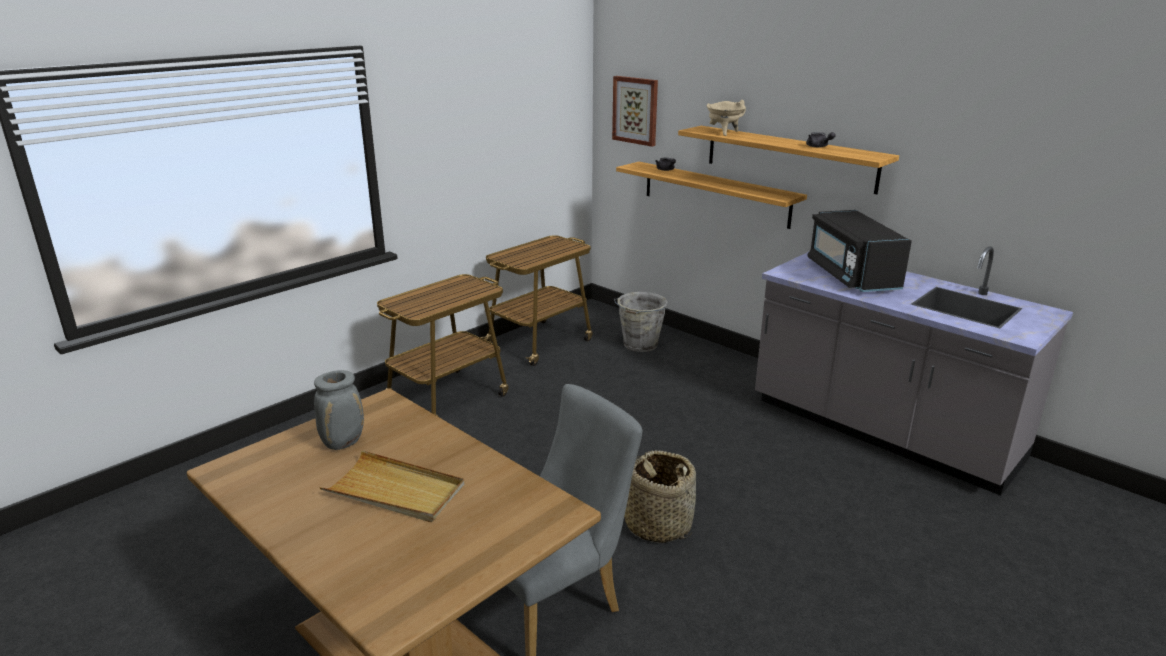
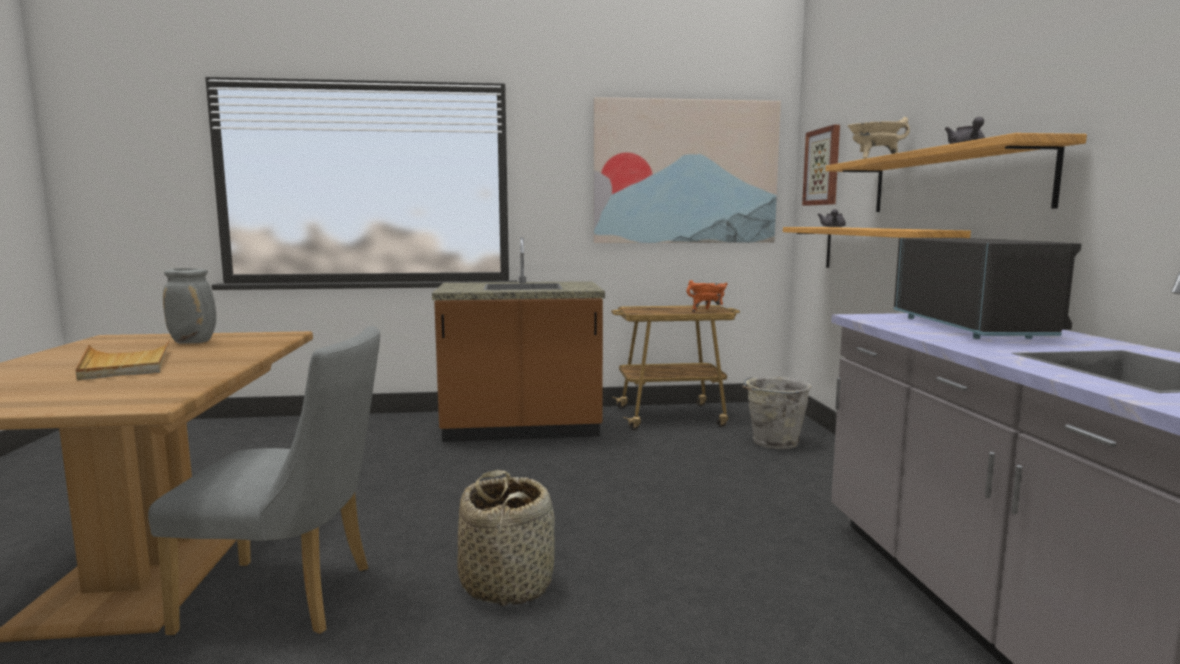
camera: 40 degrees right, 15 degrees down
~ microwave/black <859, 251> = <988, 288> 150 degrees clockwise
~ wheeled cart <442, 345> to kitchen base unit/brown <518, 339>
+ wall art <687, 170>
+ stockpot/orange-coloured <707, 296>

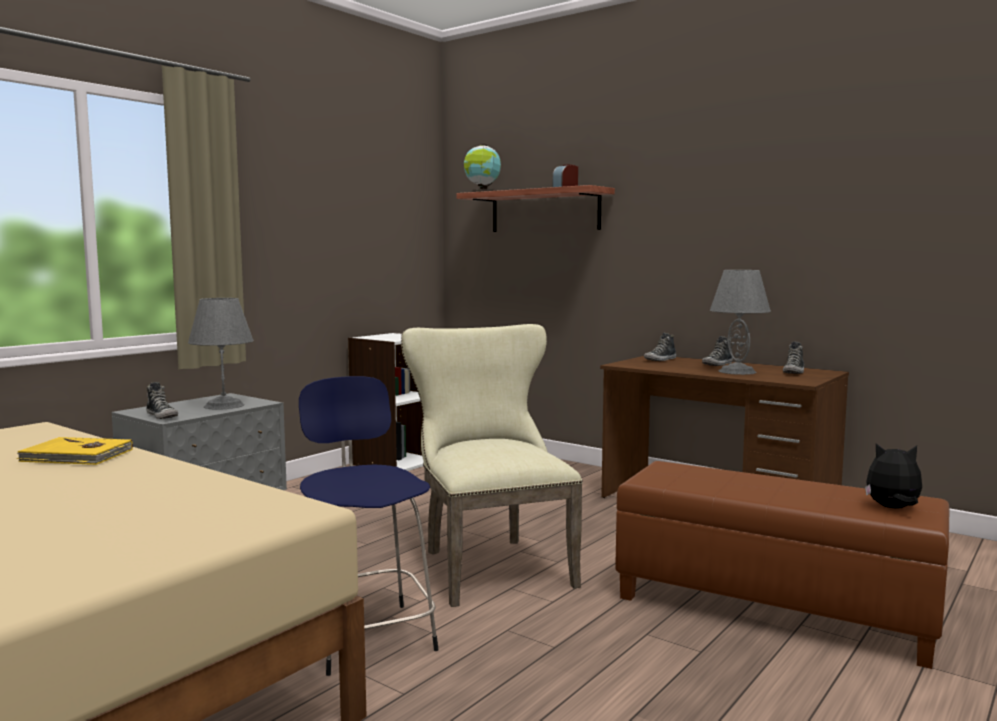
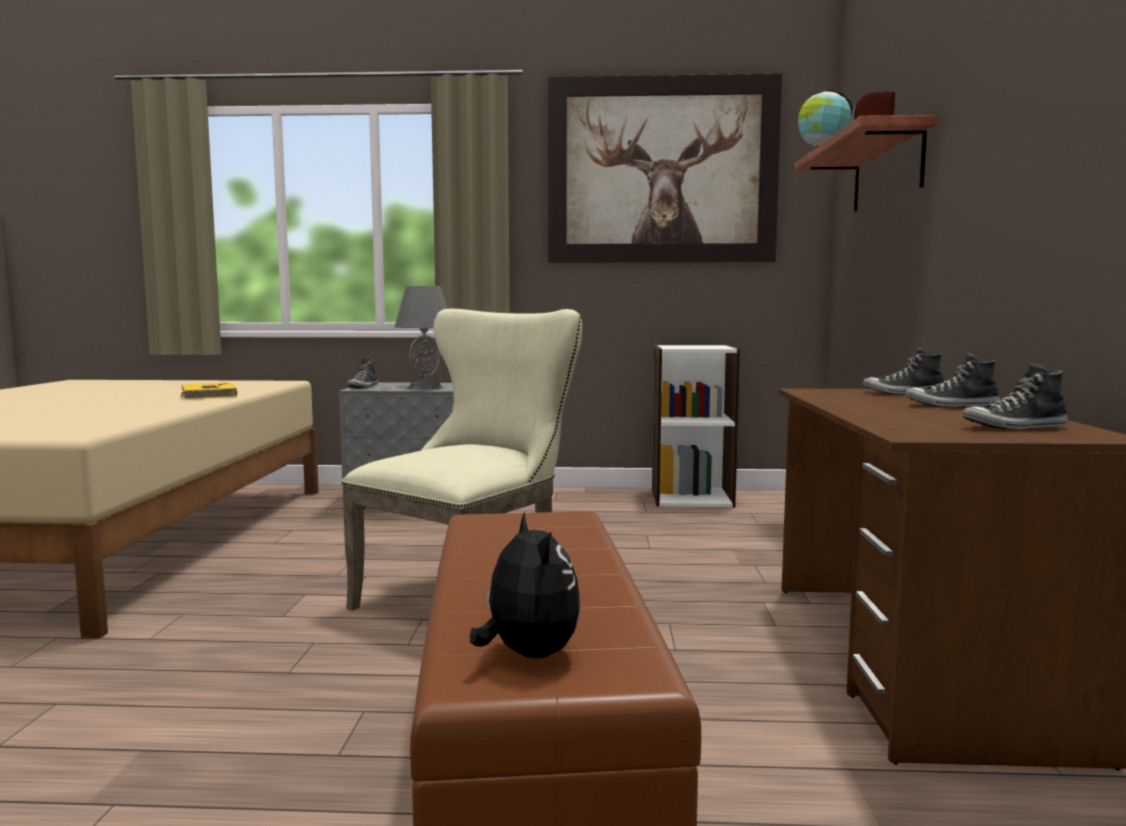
camera: 55 degrees right, 0 degrees up
- table lamp/greyish <740, 322>
- sitting stool/bluish <368, 526>
+ wall art <665, 168>

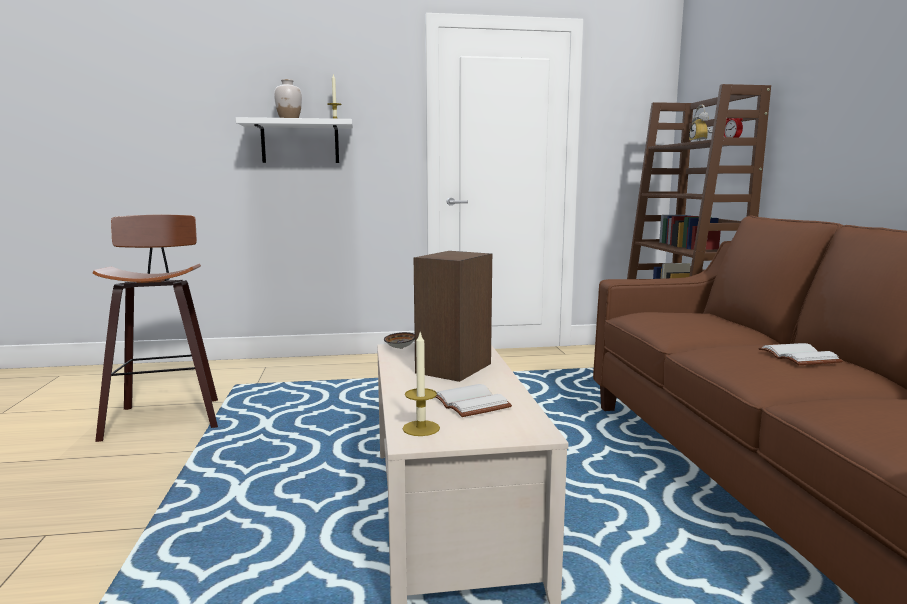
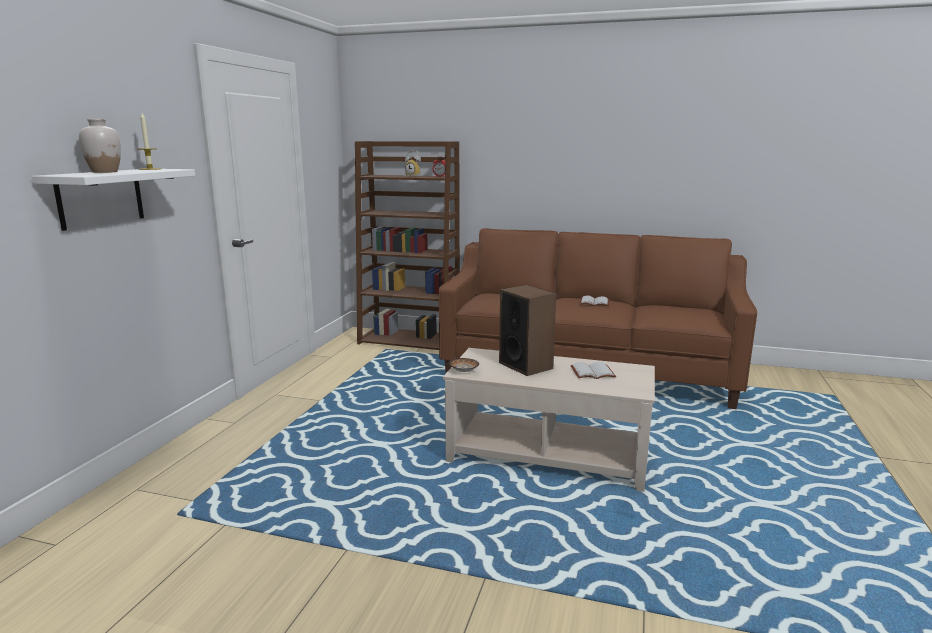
camera: 65 degrees left, 5 degrees up
- sitting stool <155, 328>
- wax candle <421, 384>

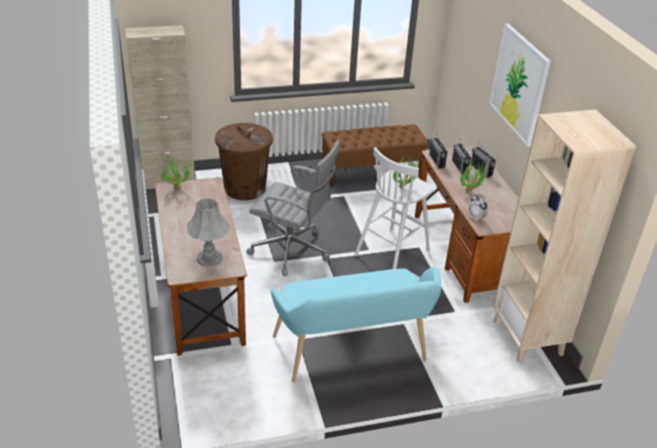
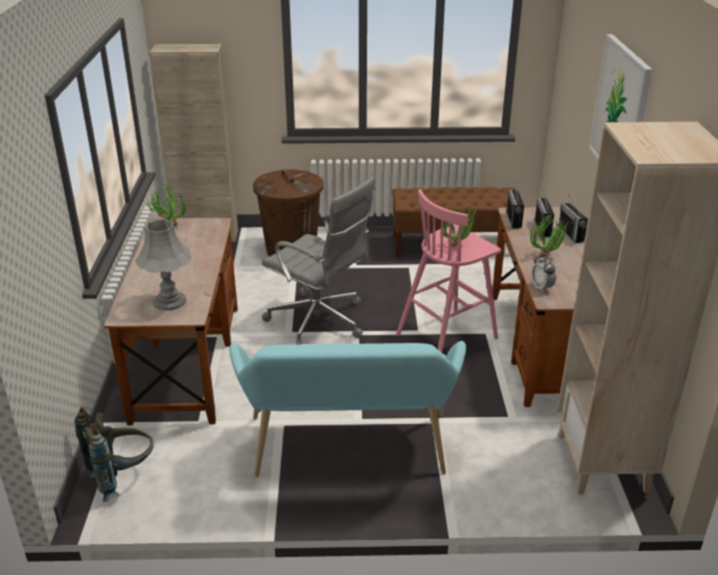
camera: 15 degrees right, 5 degrees down
~ sitting stool/whitish <395, 208> to sitting stool/pink-coloured <448, 271>
+ backpack/greyish <114, 454>

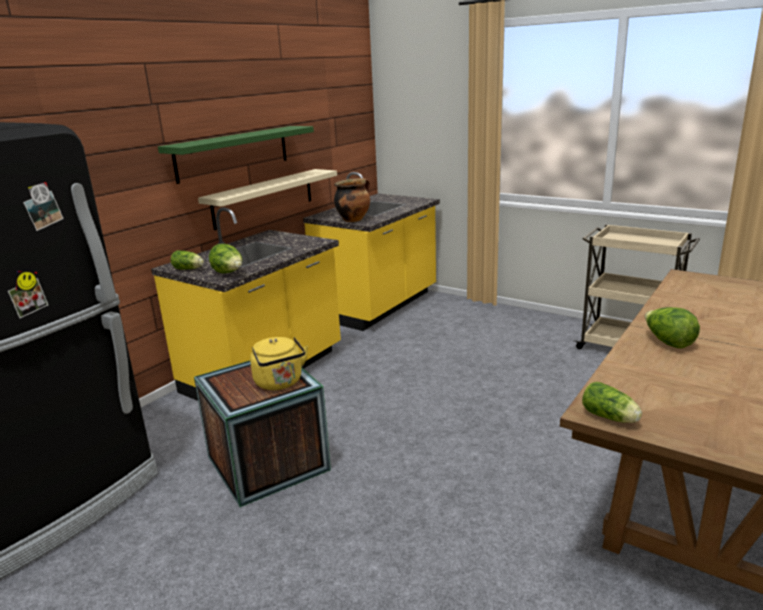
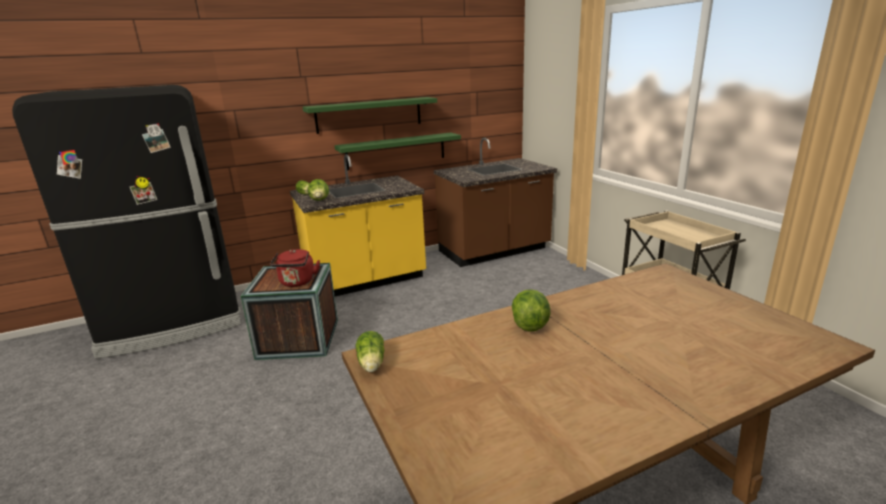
camera: 30 degrees right, 0 degrees up
~ shelf/beige <267, 199> to shelf/greenish <398, 151>
~ kitchen base unit/yellow <371, 251> to kitchen base unit/brown <495, 202>
- stockpot <352, 200>
~ tea kettle/yellow <279, 363> to tea kettle/reddish <295, 268>

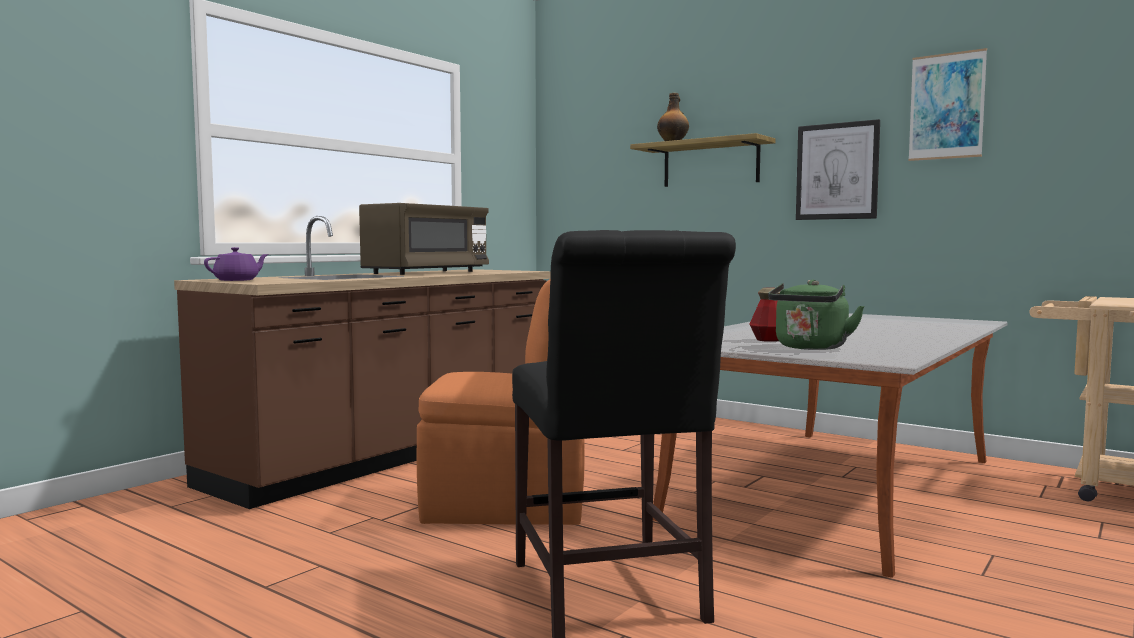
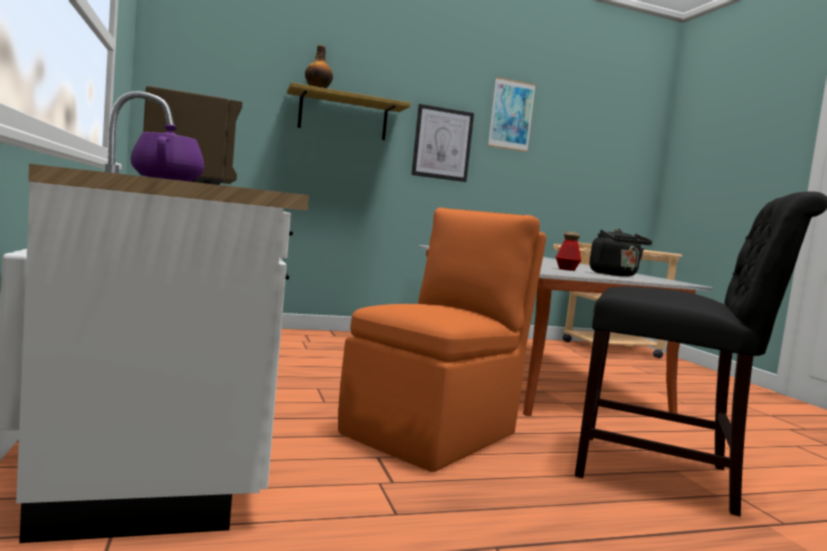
camera: 55 degrees left, 0 degrees up
~ kitchen base unit/brown <362, 362> to kitchen base unit/whitish <162, 317>
~ tea kettle/greenish <816, 315> to tea kettle/black <621, 253>

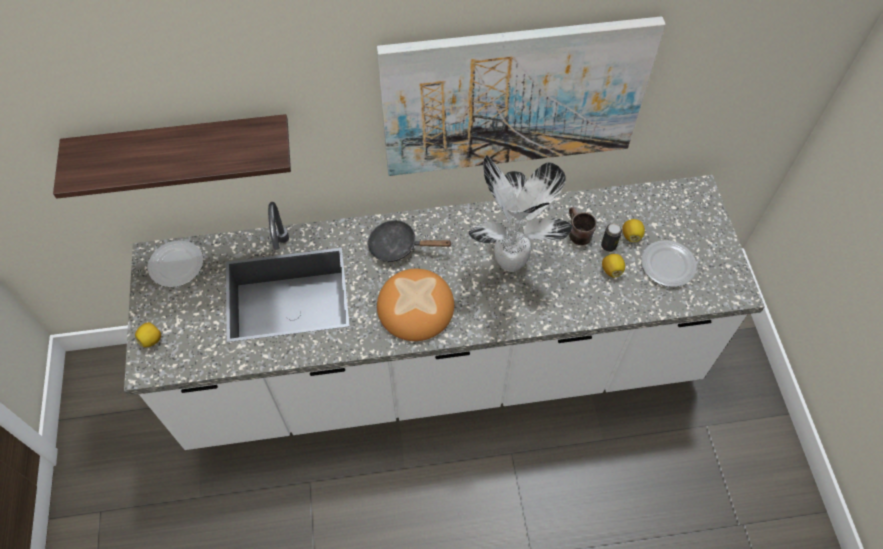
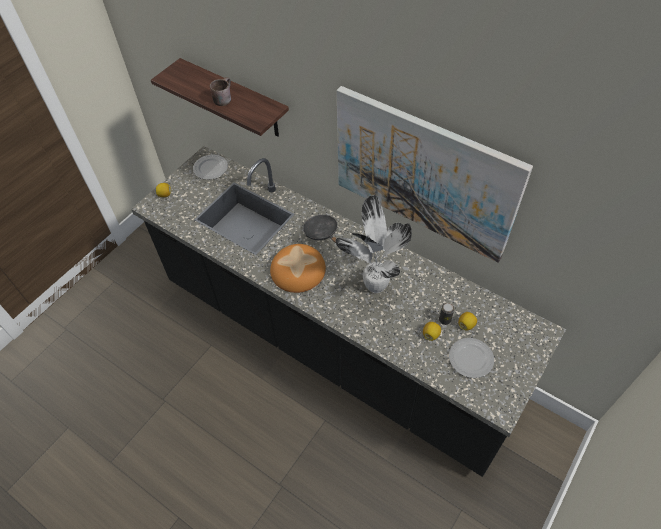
camera: 45 degrees right, 5 degrees down
~ kitchen base unit/whitish <444, 312> to kitchen base unit/black <348, 311>
~ mug/brown <583, 226> to <220, 91>

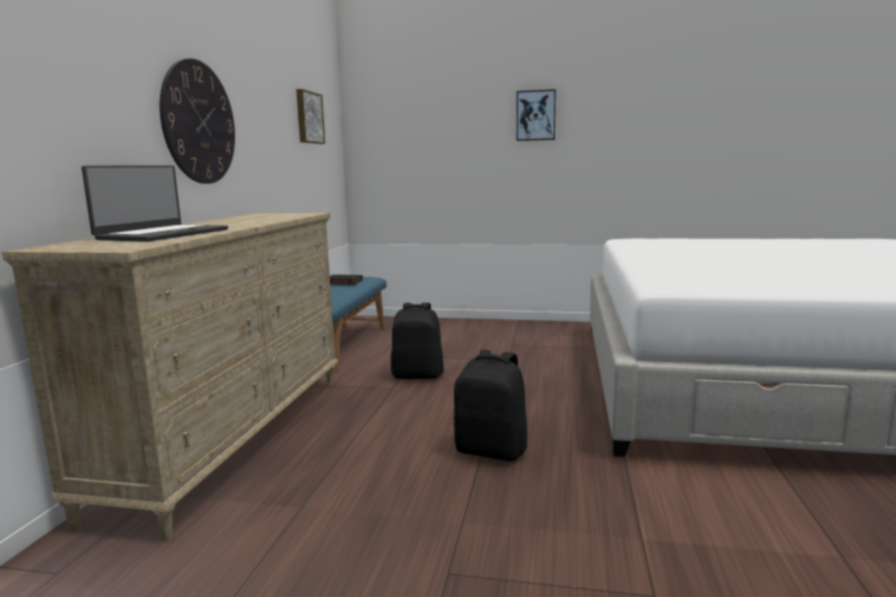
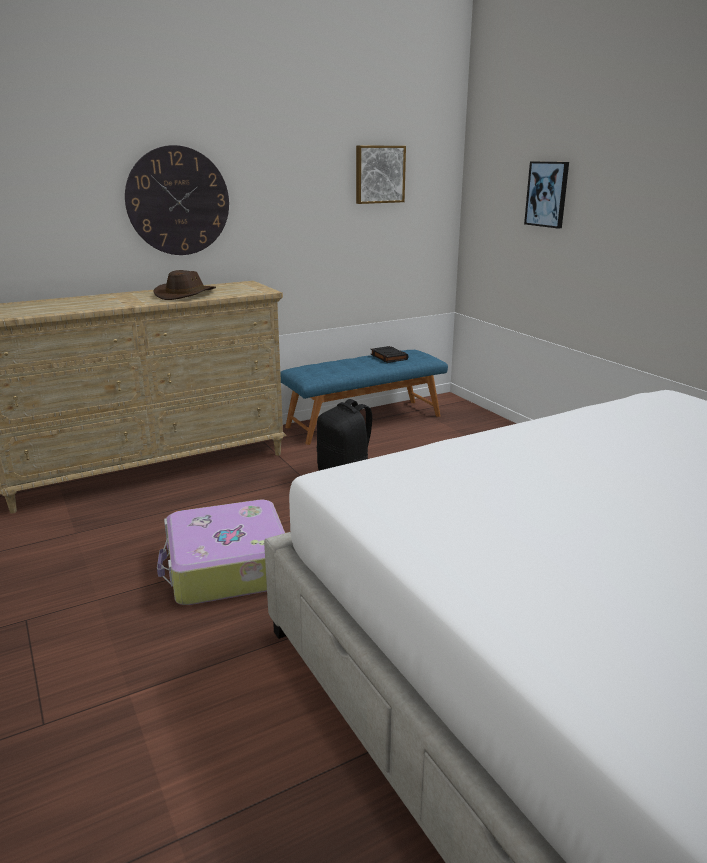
camera: 50 degrees right, 10 degrees up
~ wall art <536, 115> to <546, 195>
- notebook computer <155, 203>
~ backpack/black <490, 405> to piece of luggage <221, 552>
+ hat/brown <184, 285>

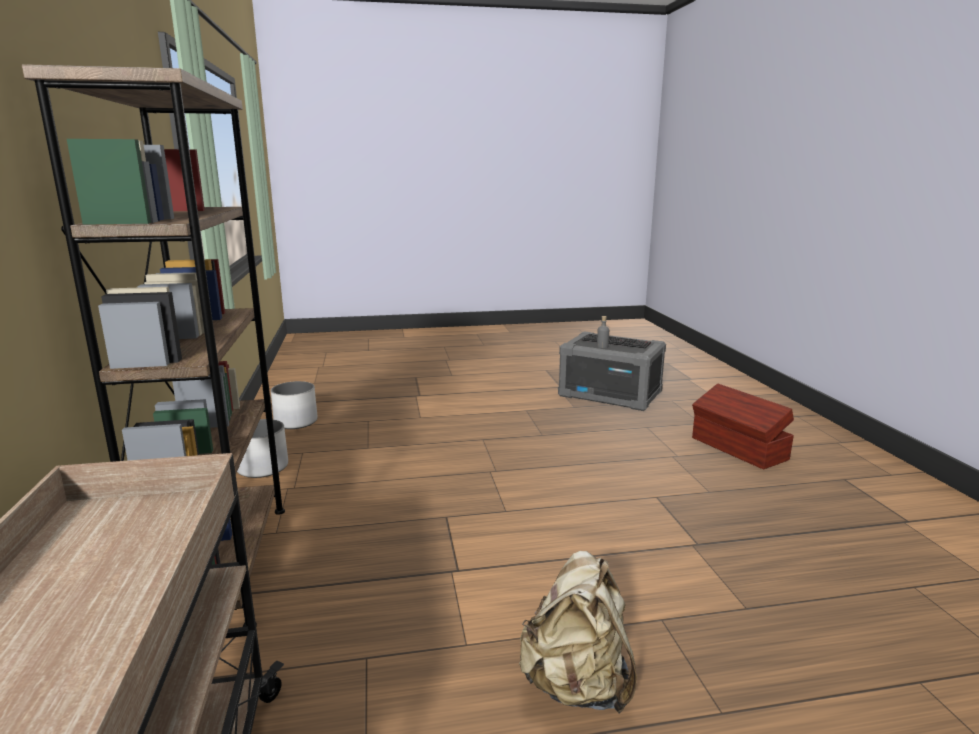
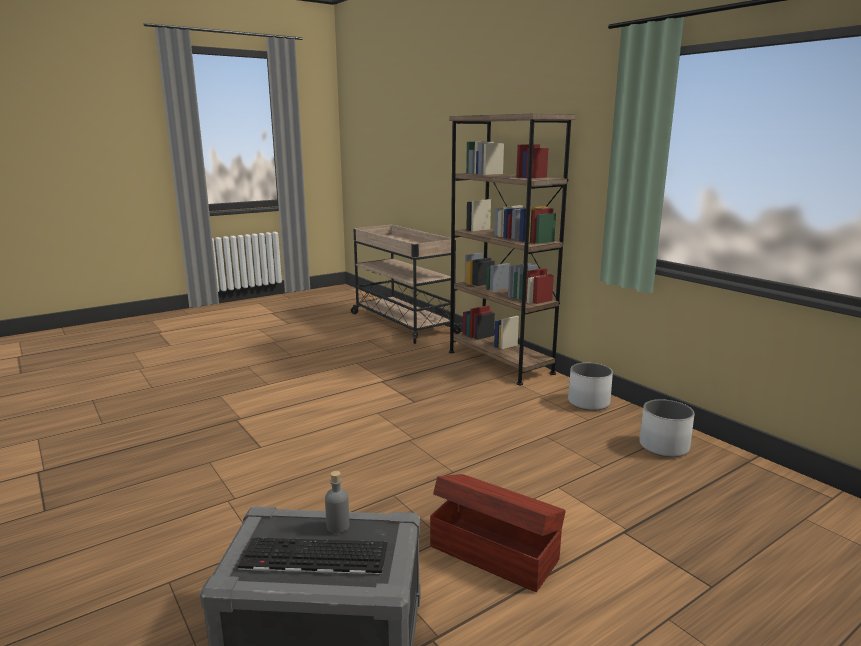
camera: 155 degrees right, 0 degrees up
~ storage box/brown <743, 426> to <498, 533>
- backpack/beige <578, 632>

